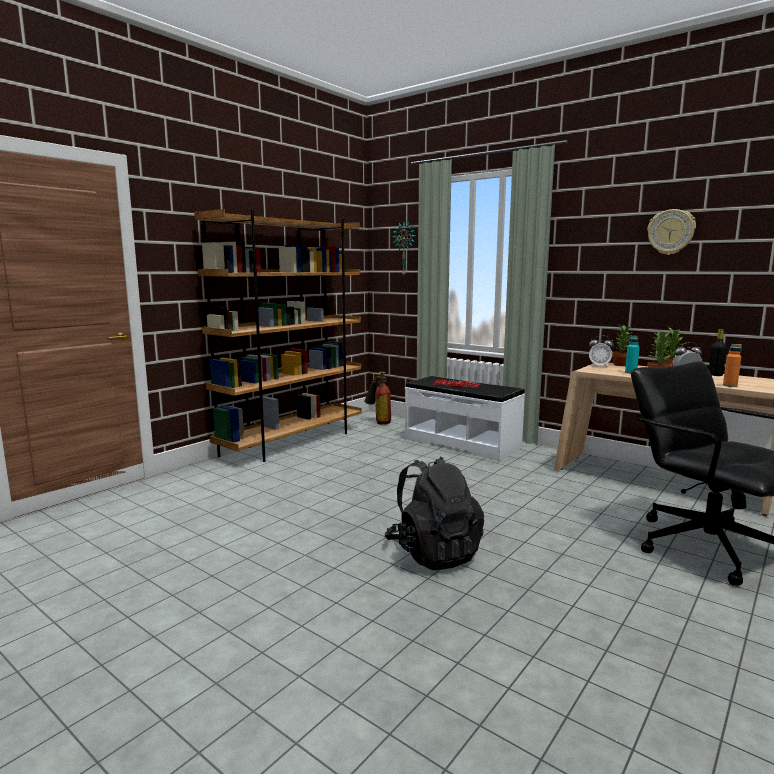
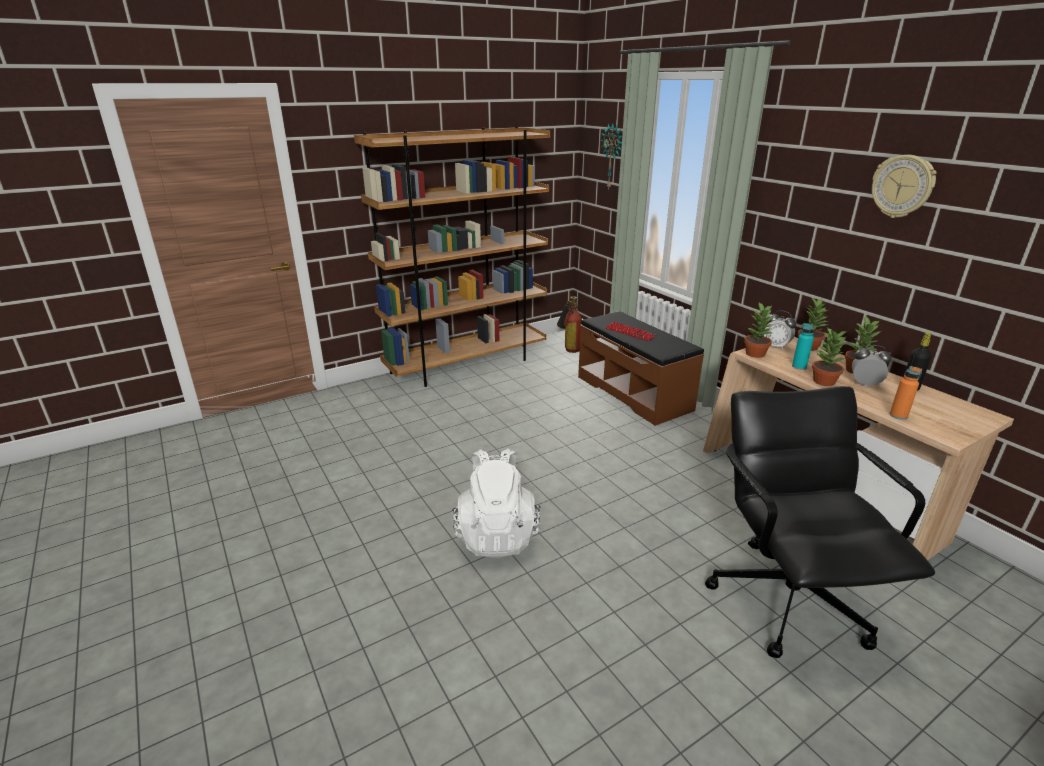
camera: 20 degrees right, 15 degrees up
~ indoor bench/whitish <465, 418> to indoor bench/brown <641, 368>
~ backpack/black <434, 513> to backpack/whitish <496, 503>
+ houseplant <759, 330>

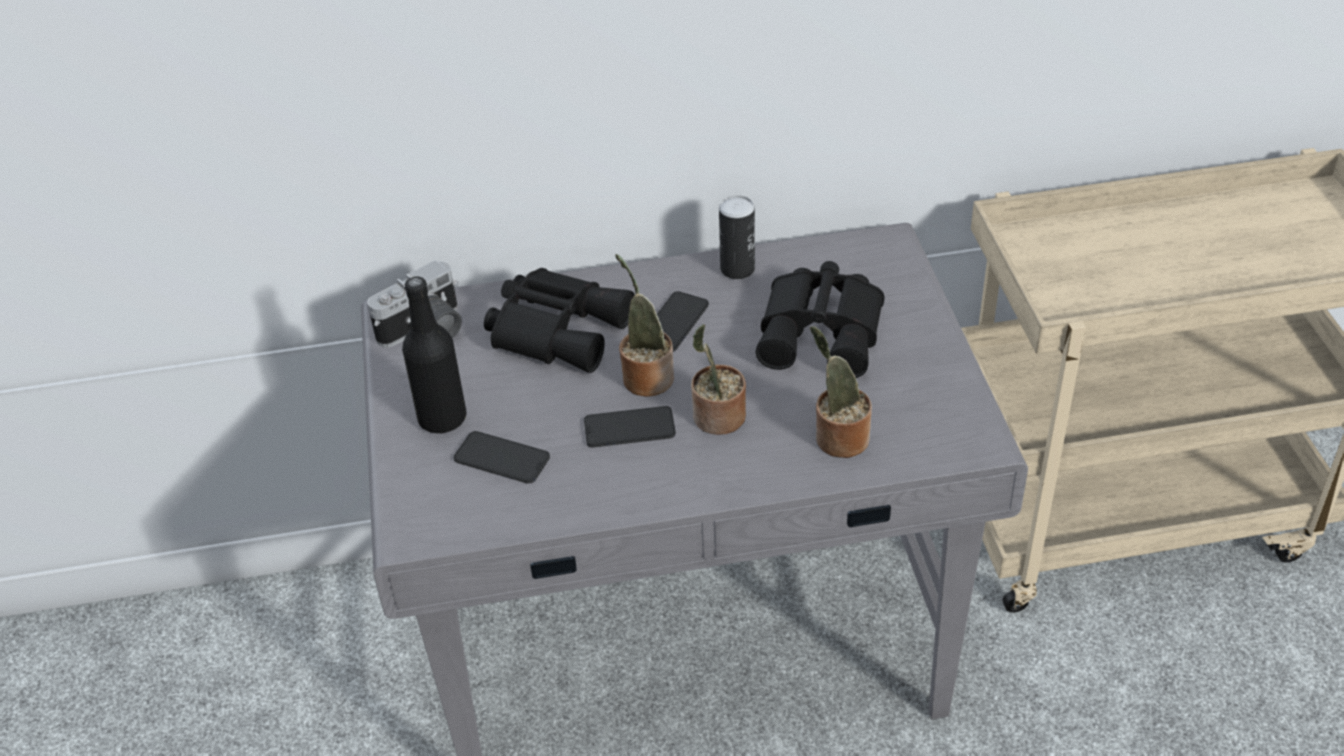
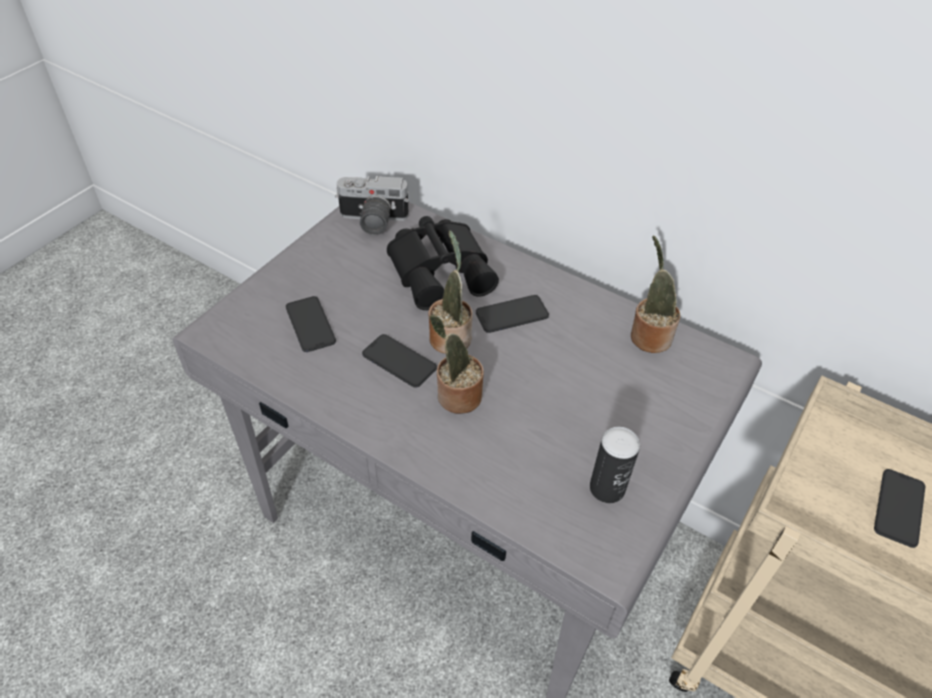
camera: 40 degrees right, 5 degrees up
~ can <737, 237> to <615, 465>
- field glasses/black <820, 319>
- bottle/black <434, 354>
~ houseplant <841, 392> to <655, 294>
+ phone <899, 508>

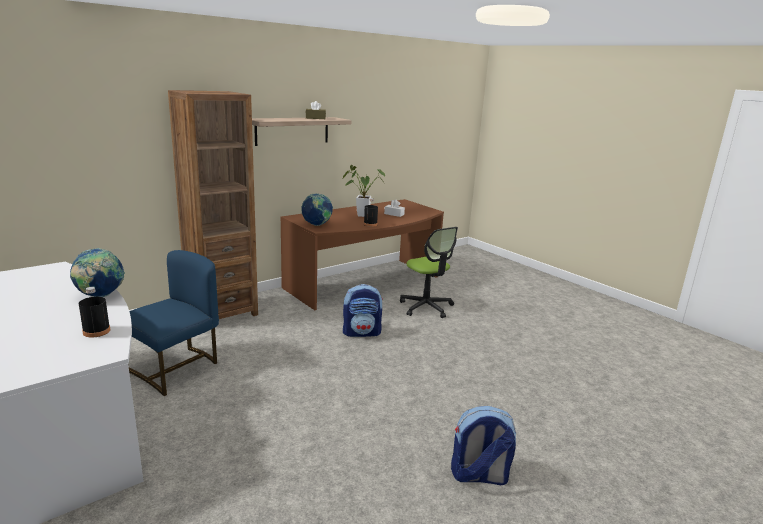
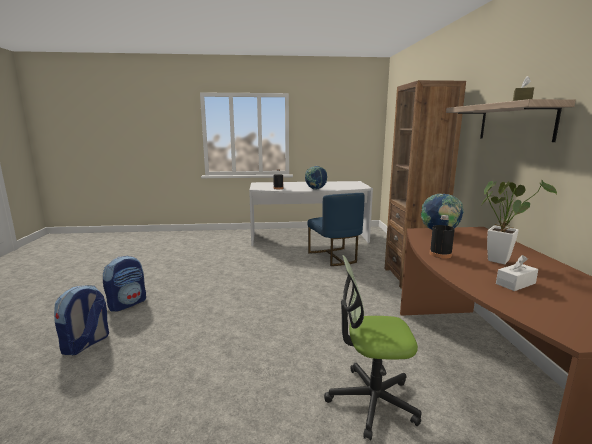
camera: 125 degrees right, 5 degrees down
~ backpack <363, 310> to <81, 320>

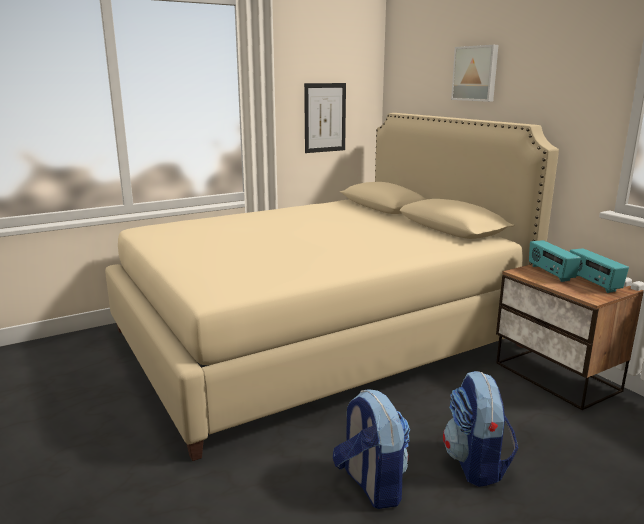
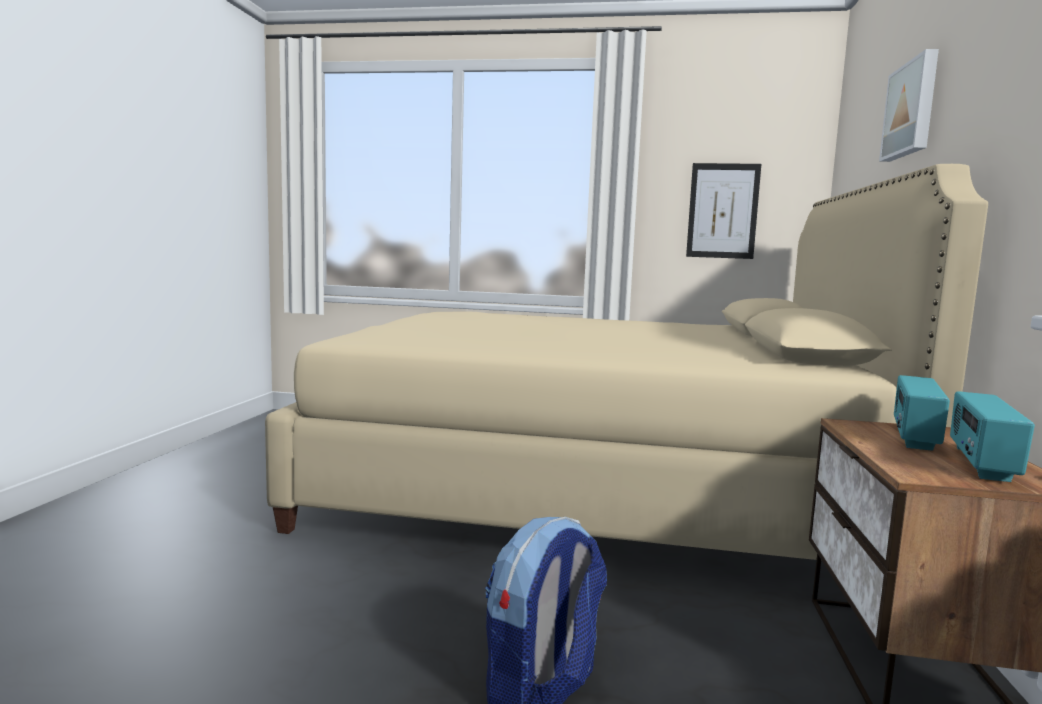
camera: 40 degrees right, 10 degrees down
- backpack <371, 449>

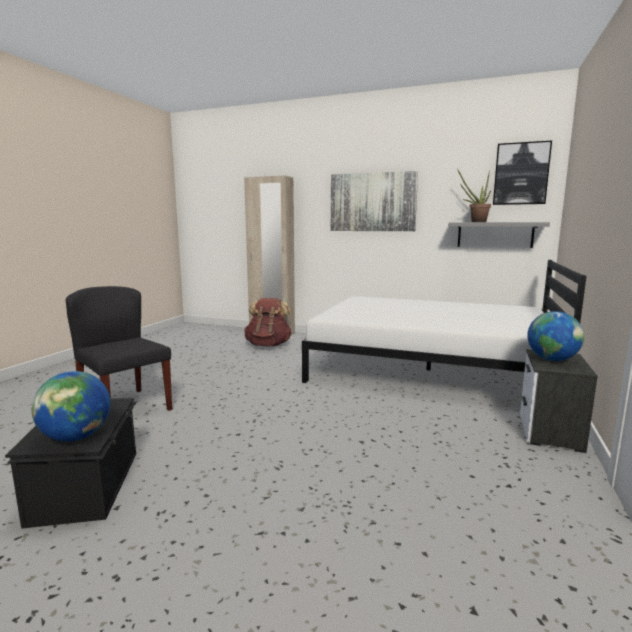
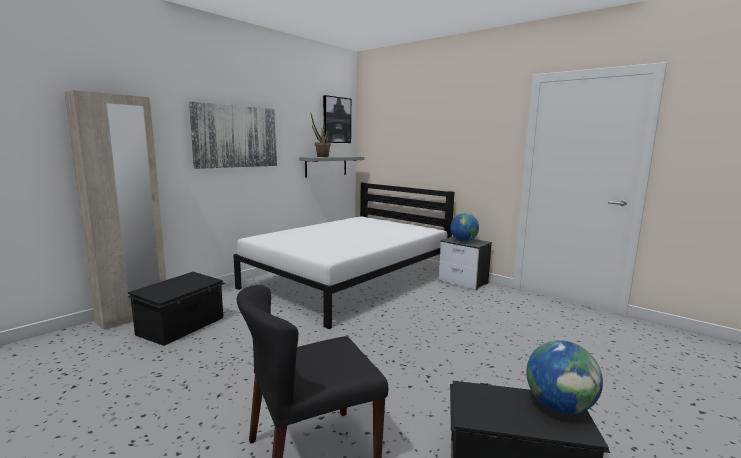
camera: 70 degrees left, 0 degrees up
~ backpack/brown <268, 322> to storage box/black <176, 309>

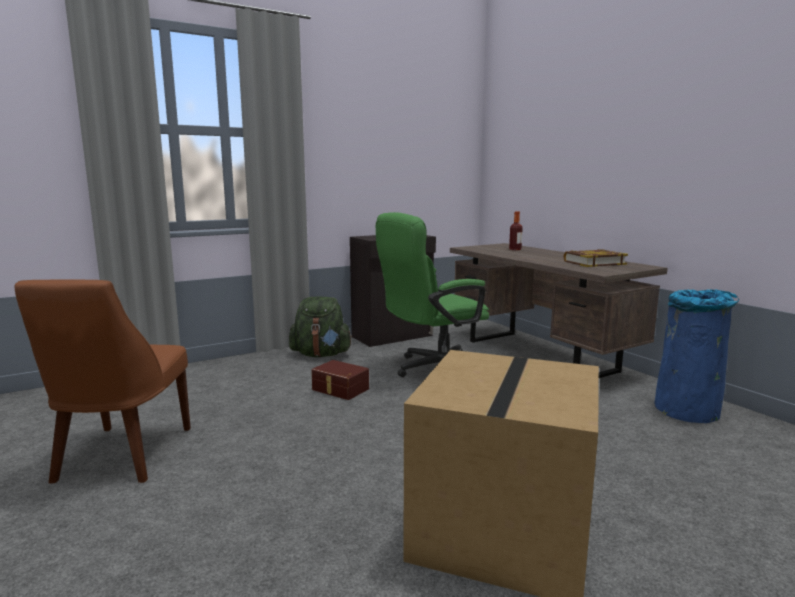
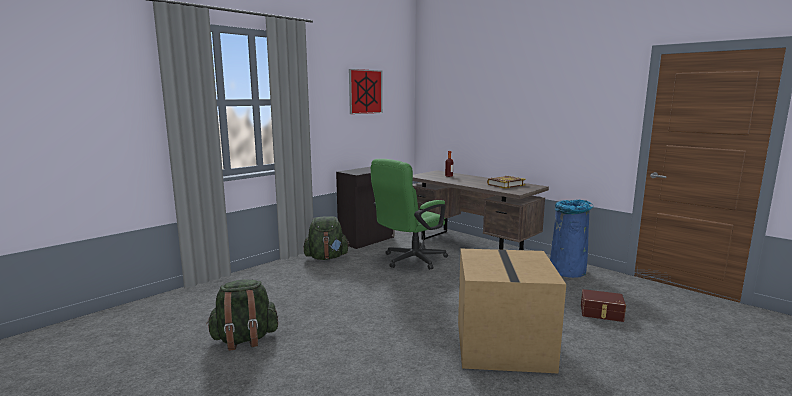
camera: 15 degrees left, 0 degrees up
~ plain chair/brown <103, 381> to backpack/greenish <242, 315>
~ storage box/brown <340, 380> to <603, 305>
+ wall art <366, 91>

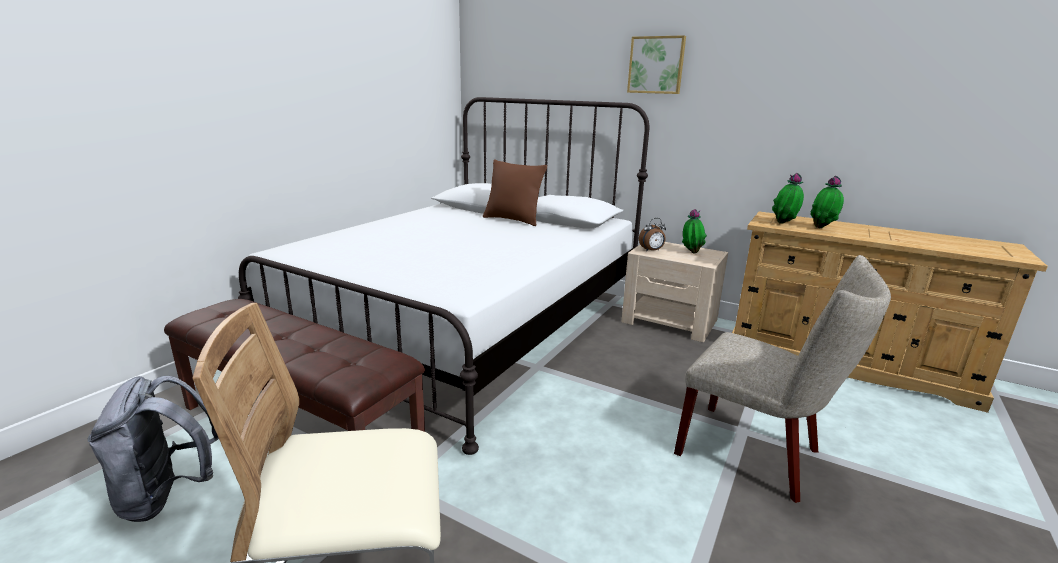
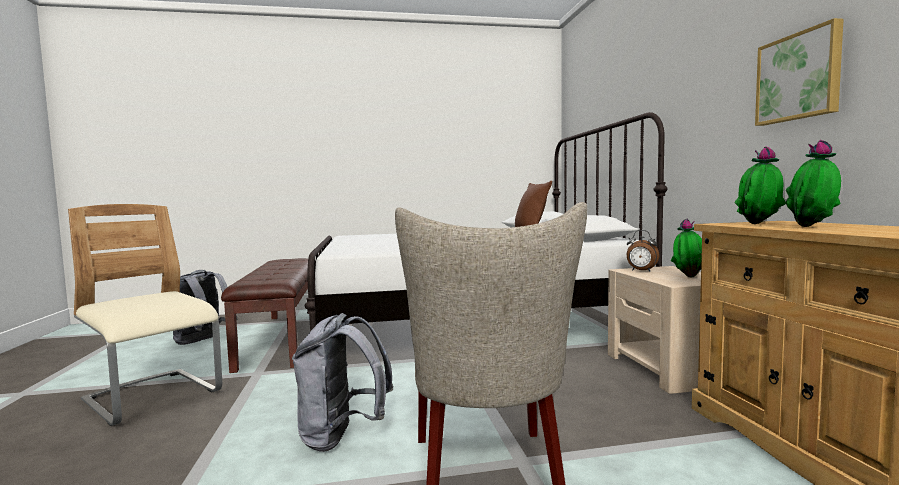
camera: 50 degrees right, 15 degrees down
~ wall art <656, 64> to <799, 72>
+ backpack/greyish <343, 382>

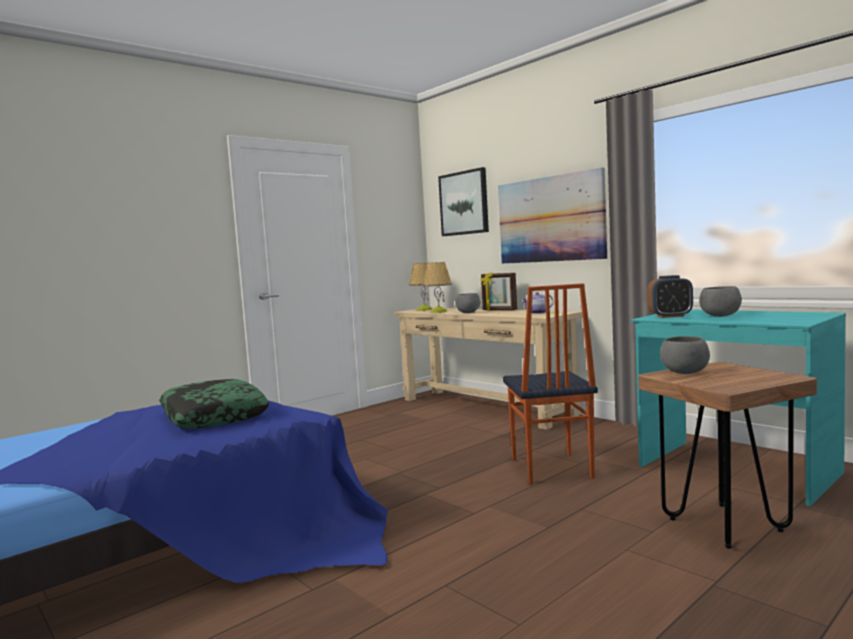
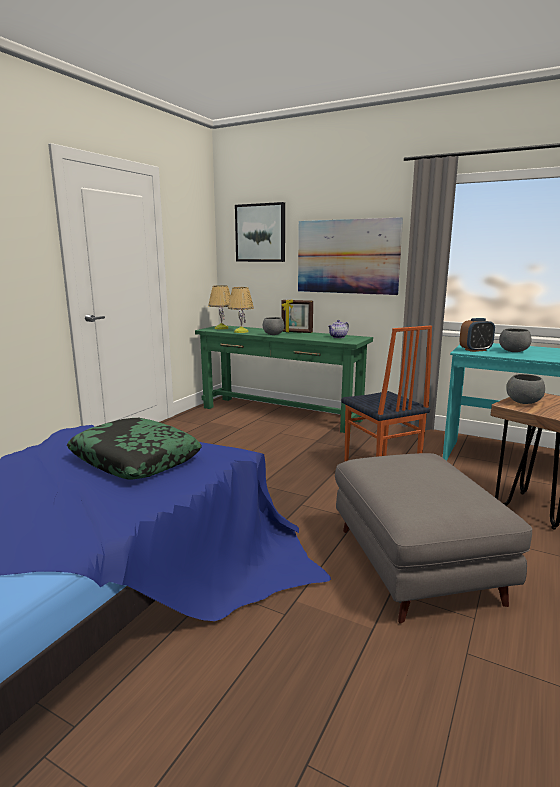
camera: 20 degrees left, 10 degrees up
~ narrow table/beige <488, 368> to narrow table/greenish <284, 379>
+ pouffe/greyish <433, 538>

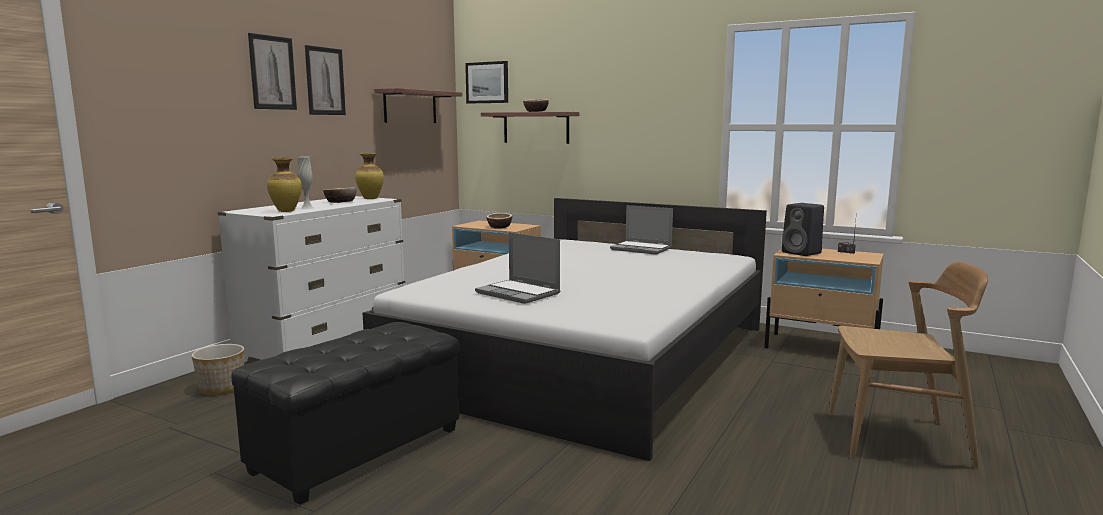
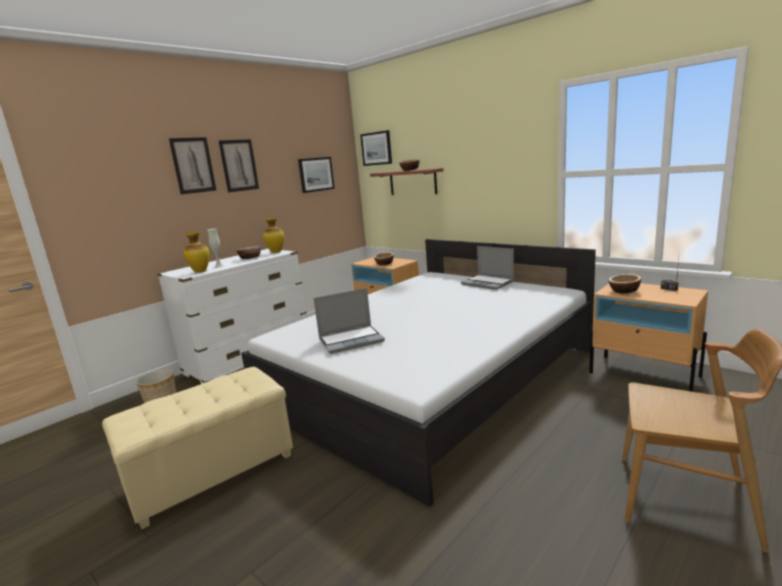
camera: 15 degrees right, 5 degrees up
~ shelf <418, 105> to wall art <316, 175>
~ audio speaker/black <803, 229> to deep dish <624, 283>
~ notebook computer <517, 268> = <349, 321> 75 degrees counterclockwise
~ pouffe/black <345, 413> to pouffe/beige <197, 448>

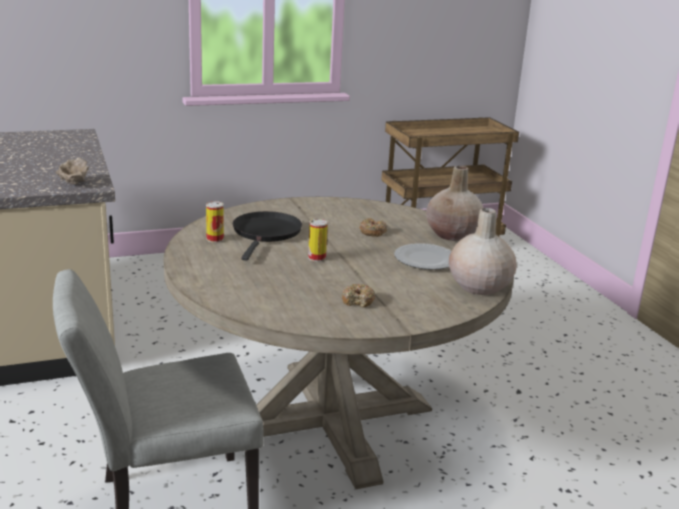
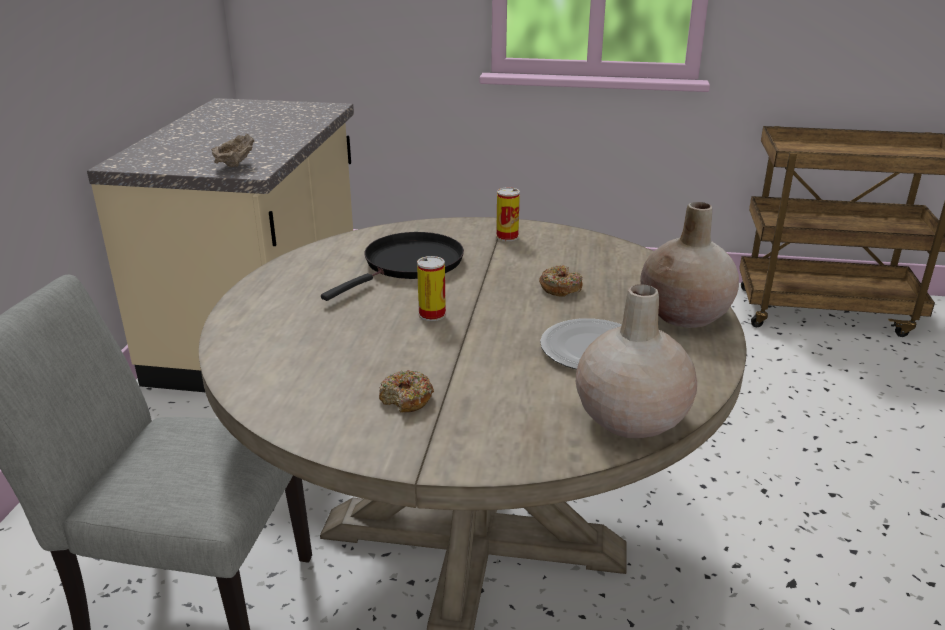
camera: 30 degrees right, 5 degrees up
~ can <215, 222> to <508, 214>

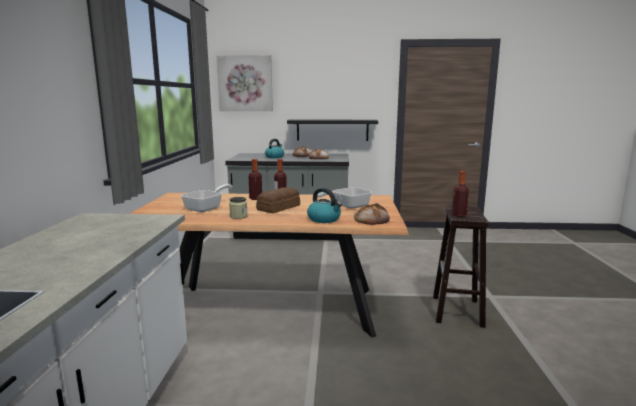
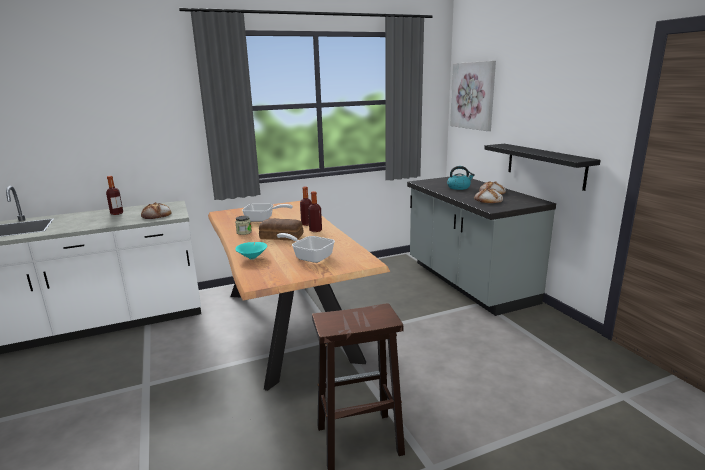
camera: 65 degrees right, 5 degrees up
~ bottle <460, 194> to <114, 195>
~ tea kettle <324, 205> to deep dish/turquoise-coloured <251, 251>
~ baked bread <372, 214> to <156, 210>

